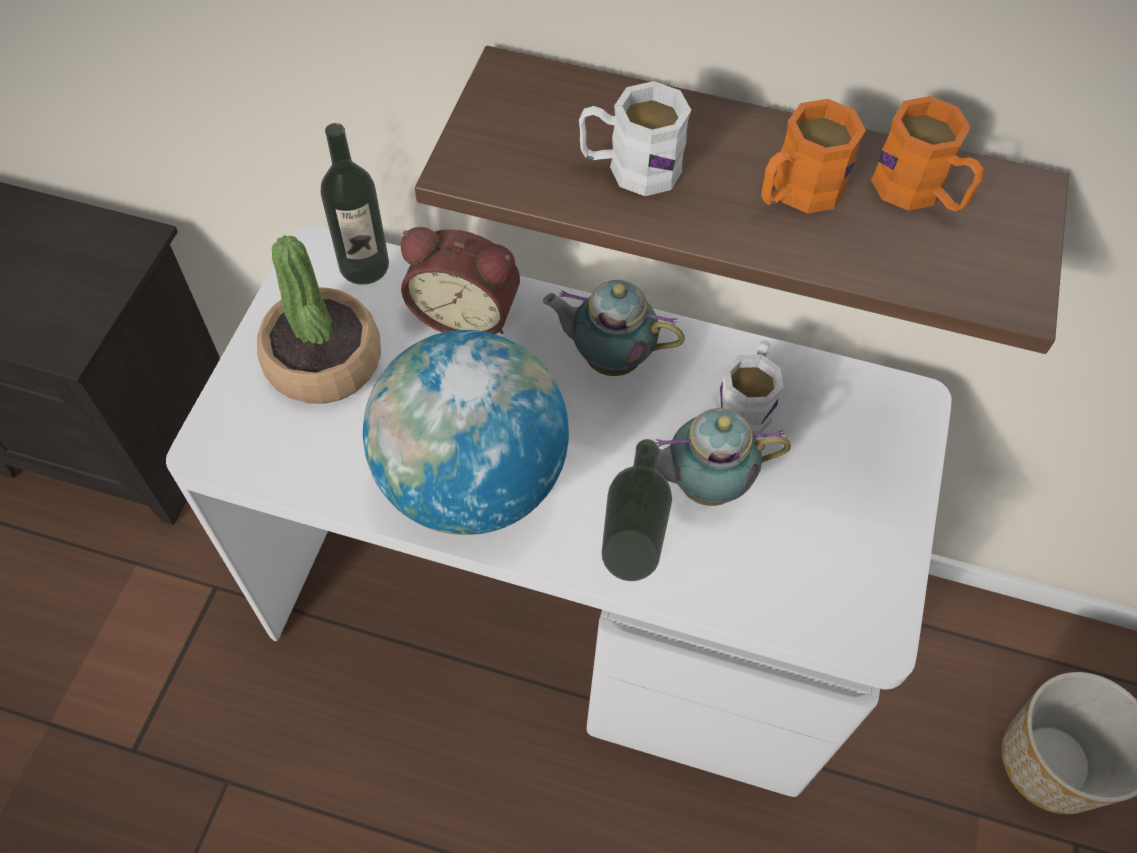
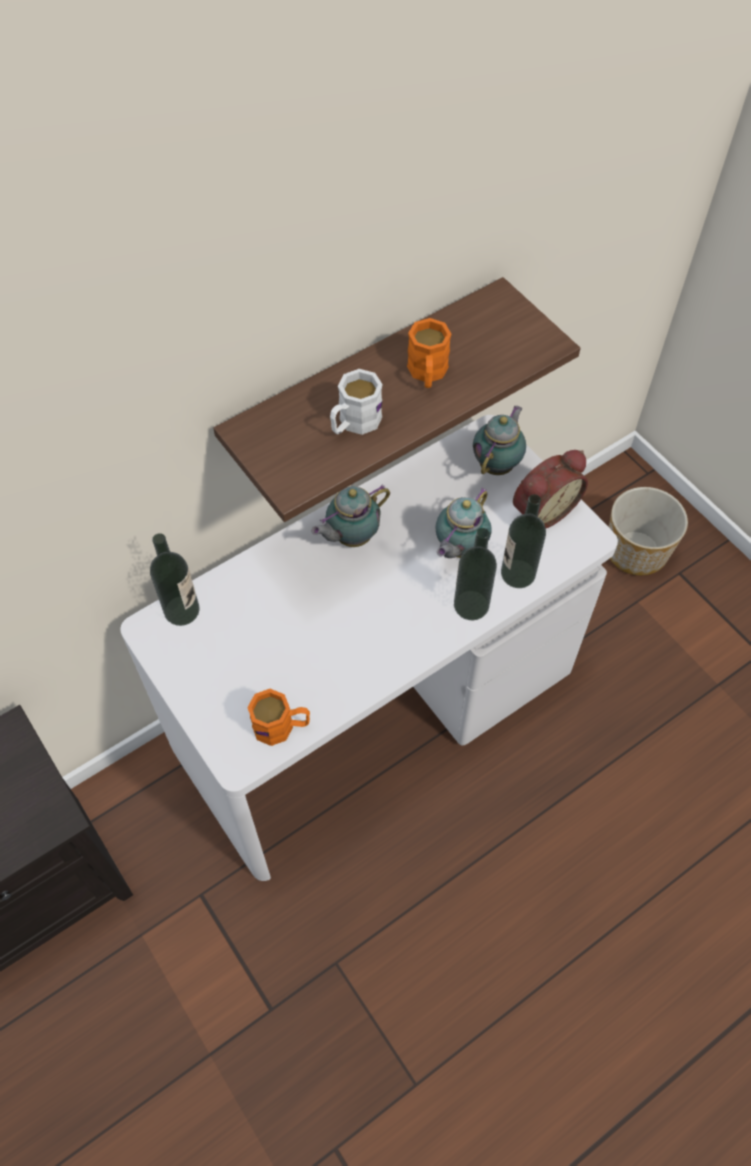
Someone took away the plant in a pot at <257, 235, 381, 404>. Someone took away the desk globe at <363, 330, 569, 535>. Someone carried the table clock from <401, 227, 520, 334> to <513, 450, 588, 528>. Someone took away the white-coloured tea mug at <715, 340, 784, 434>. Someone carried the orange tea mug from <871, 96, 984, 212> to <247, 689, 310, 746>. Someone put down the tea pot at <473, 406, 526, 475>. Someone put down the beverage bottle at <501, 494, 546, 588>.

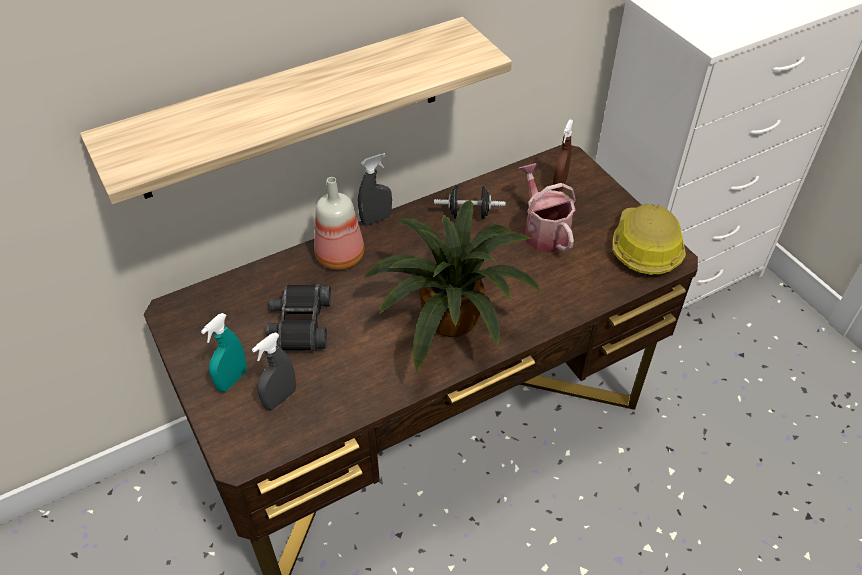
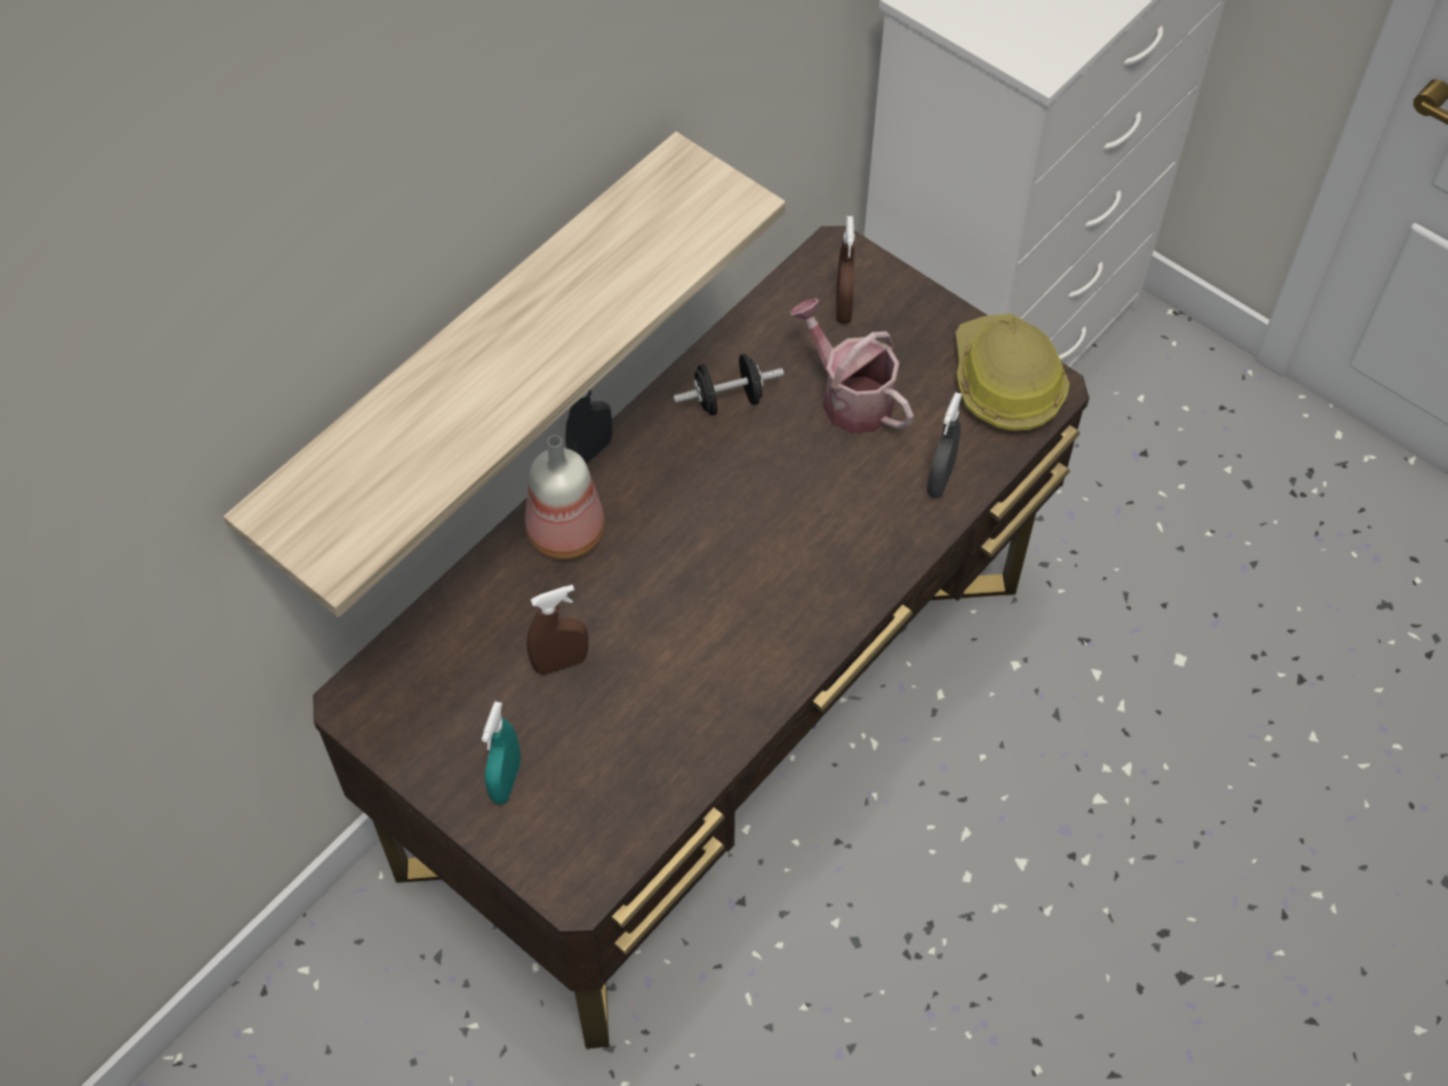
Someone carried the greyish sprayer from <252, 332, 296, 410> to <927, 392, 962, 498>. Someone swapped the black field glasses at <266, 284, 331, 351> for the brownish sprayer at <527, 585, 588, 675>. Someone took away the plant in a pot at <364, 200, 542, 372>.

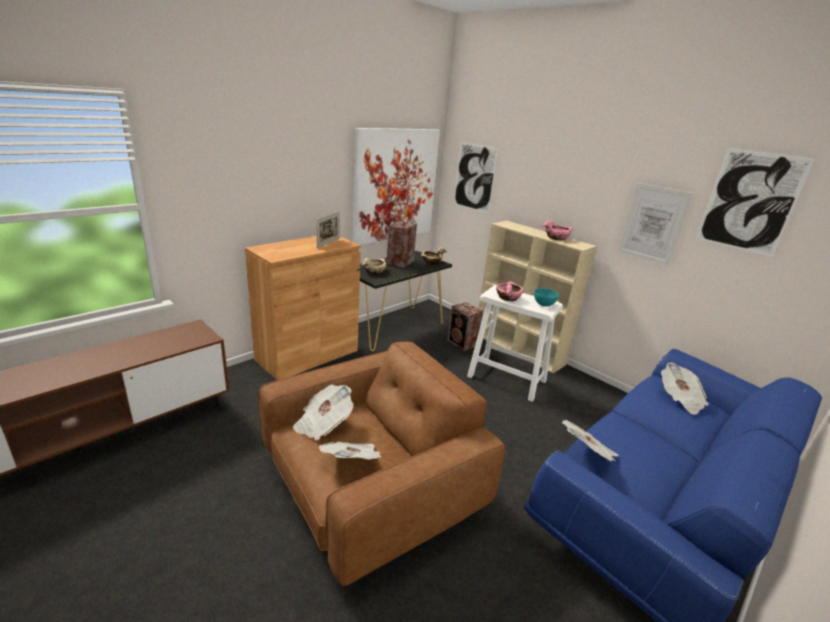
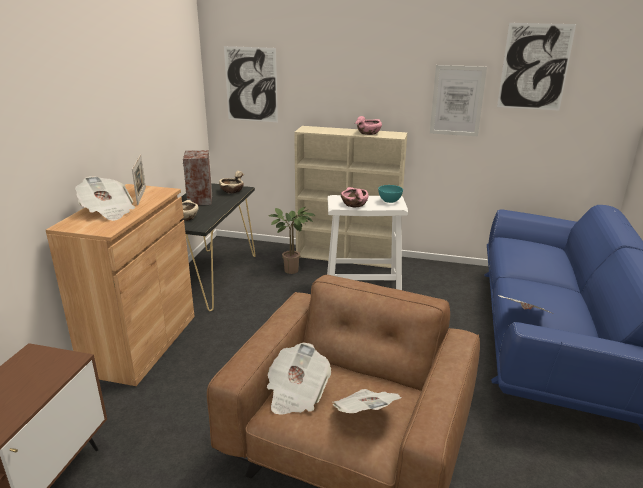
Someone took away the picture at <352, 128, 440, 245>. Someone swapped the speaker at <448, 302, 483, 351> for the plant in a pot at <268, 207, 315, 274>. Someone carried the daily paper from <661, 362, 709, 415> to <75, 176, 135, 221>.

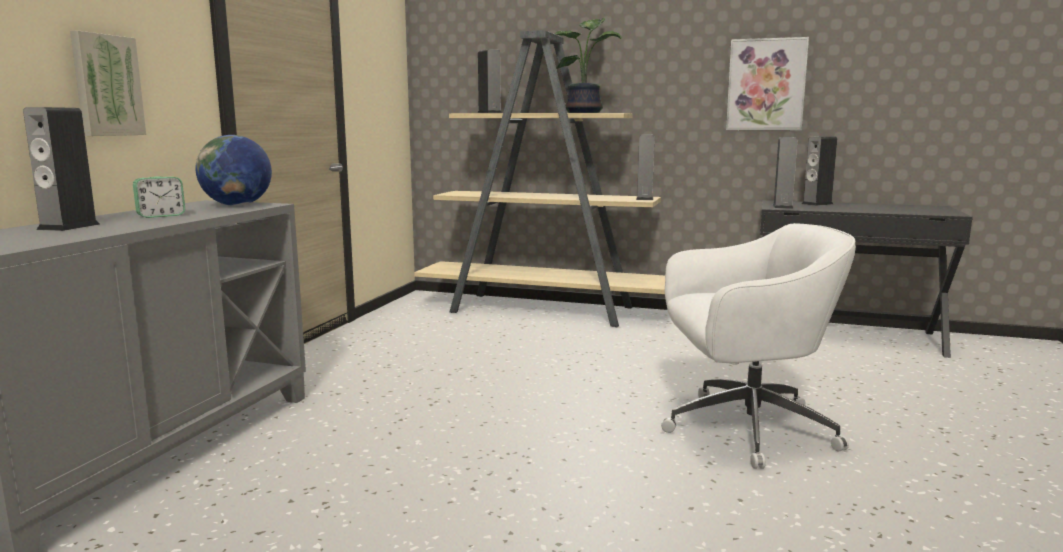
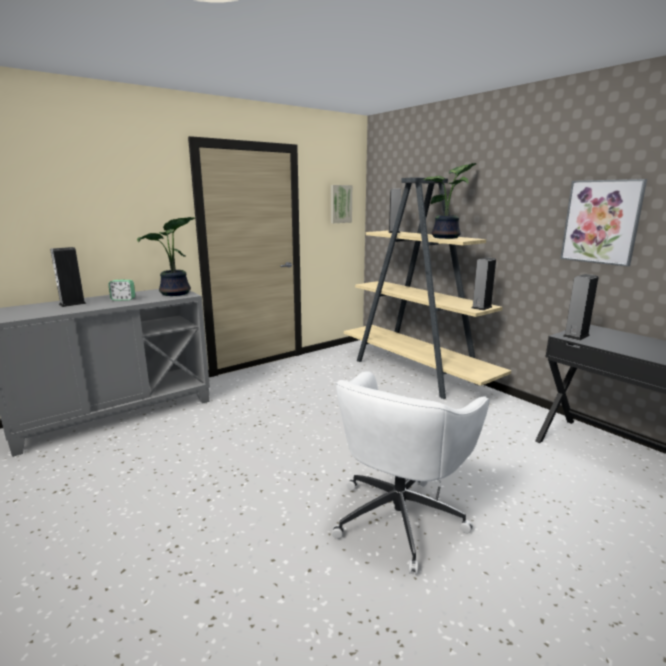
Someone carried the picture from <70, 30, 146, 136> to <331, 185, 352, 223>. Someone swapped the desk globe at <195, 135, 272, 206> for the plant in a pot at <137, 217, 195, 296>. Someone rotated the white-coloured office chair at <661, 223, 856, 469> by 90 degrees clockwise. Someone took away the speaker at <802, 136, 837, 206>.

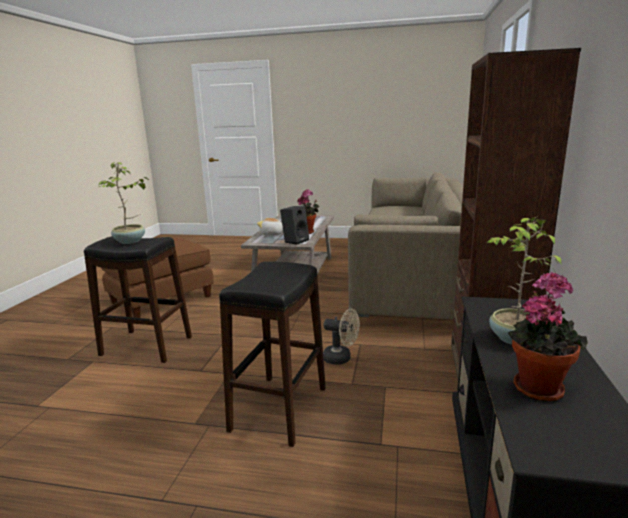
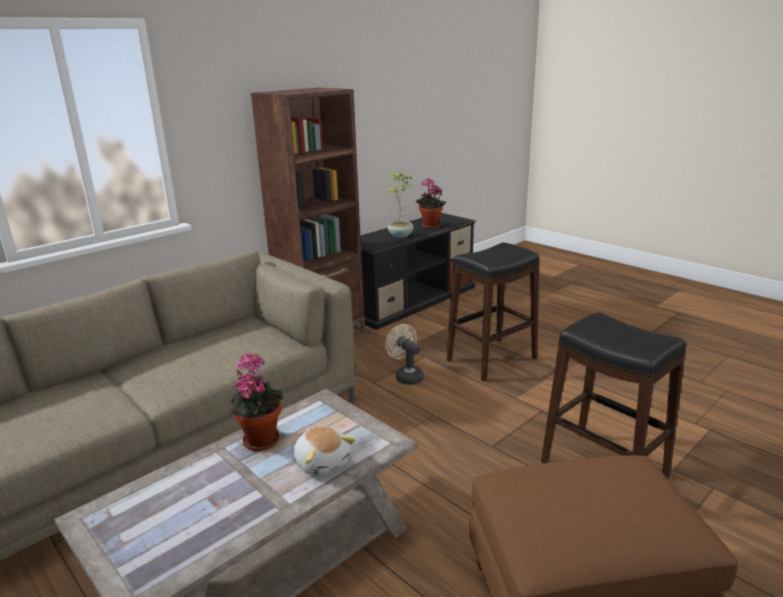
Someone took away the plant in a pot at <98, 162, 149, 244>. Someone took away the black speaker at <280, 206, 309, 245>.

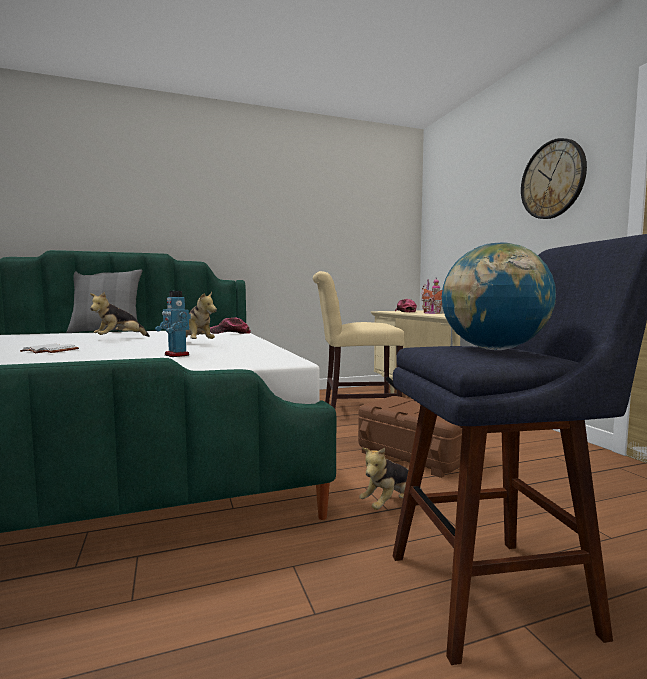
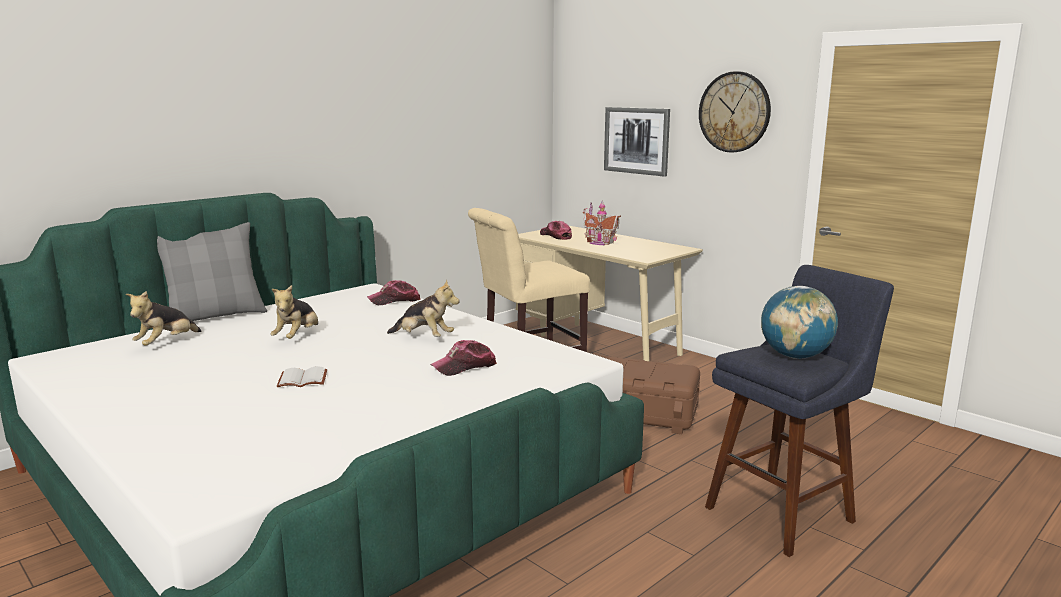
Someone swapped the model robot at <155, 291, 191, 357> for the baseball cap at <430, 340, 497, 376>. Someone carried the soft toy from <359, 448, 422, 510> to <126, 291, 201, 346>. Someone put up the picture at <604, 107, 670, 177>.

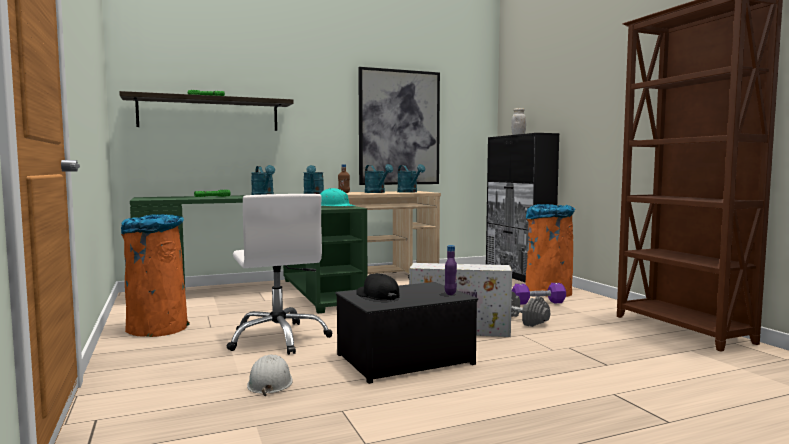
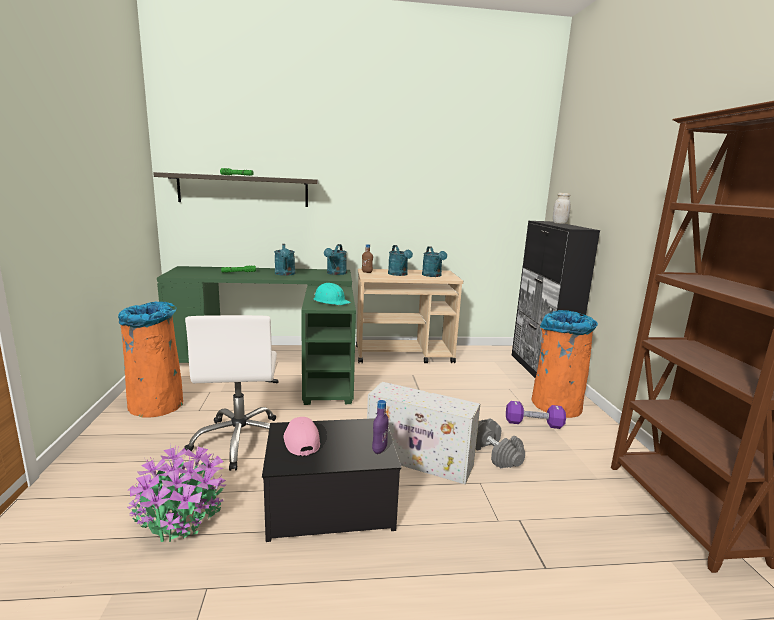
Someone swapped the white-coloured work helmet at <247, 354, 293, 396> for the plant in a pot at <127, 444, 227, 542>. Someone repainted the black baseball cap at <356, 273, 400, 300>, which became the pink-coloured baseball cap at <284, 417, 320, 456>. Someone took away the picture at <358, 67, 440, 185>.

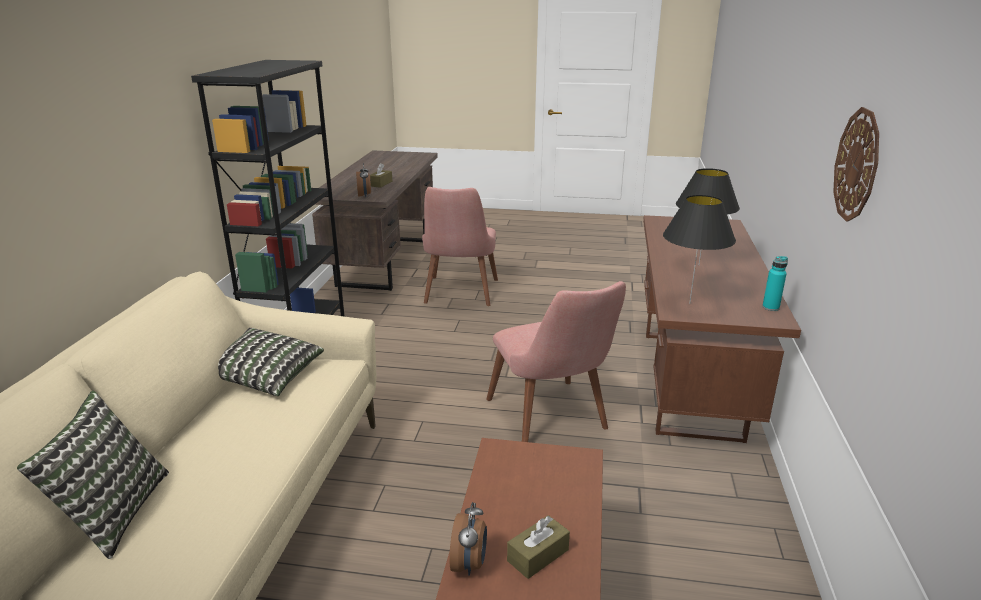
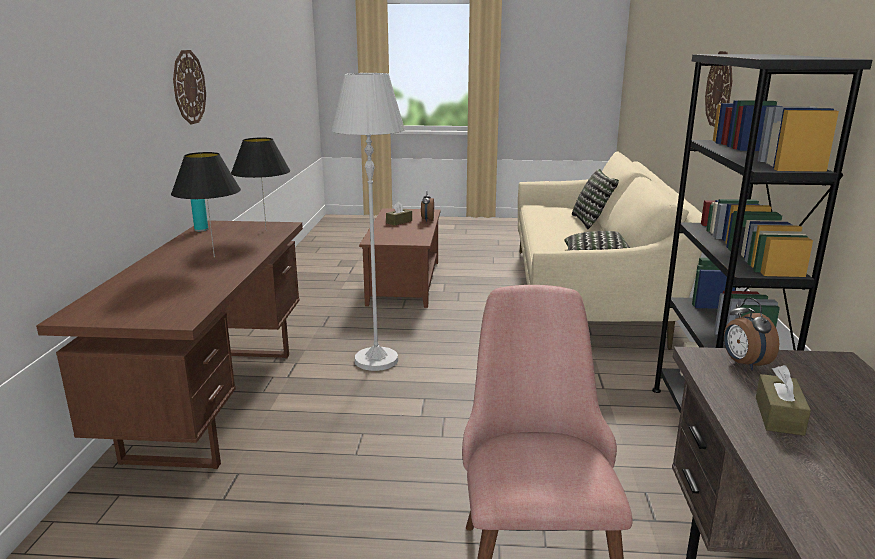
Someone swapped the pink-coloured plain chair at <486, 281, 626, 442> for the white-coloured floor lamp at <332, 73, 405, 371>. Someone put up the clock on the wall at <705, 51, 732, 127>.

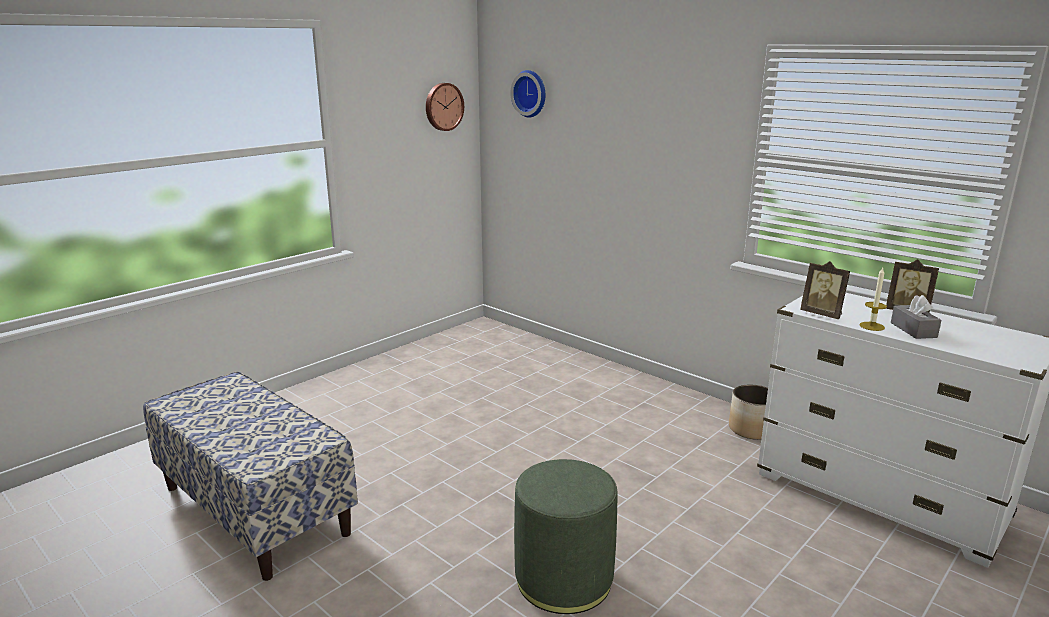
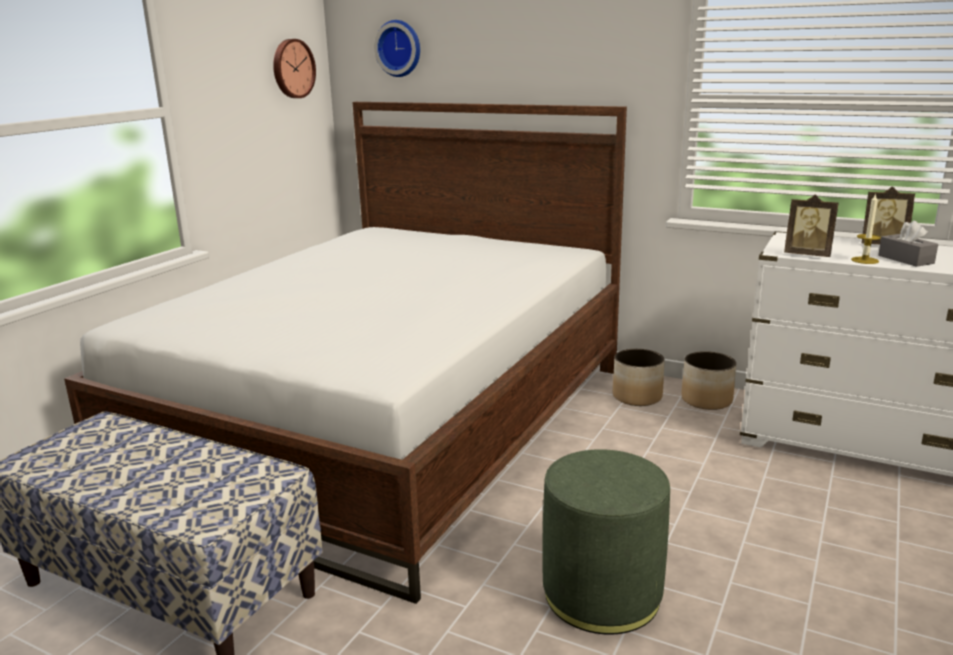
Someone put down the bed at <64, 102, 627, 604>. Someone put down the planter at <613, 349, 665, 406>.

